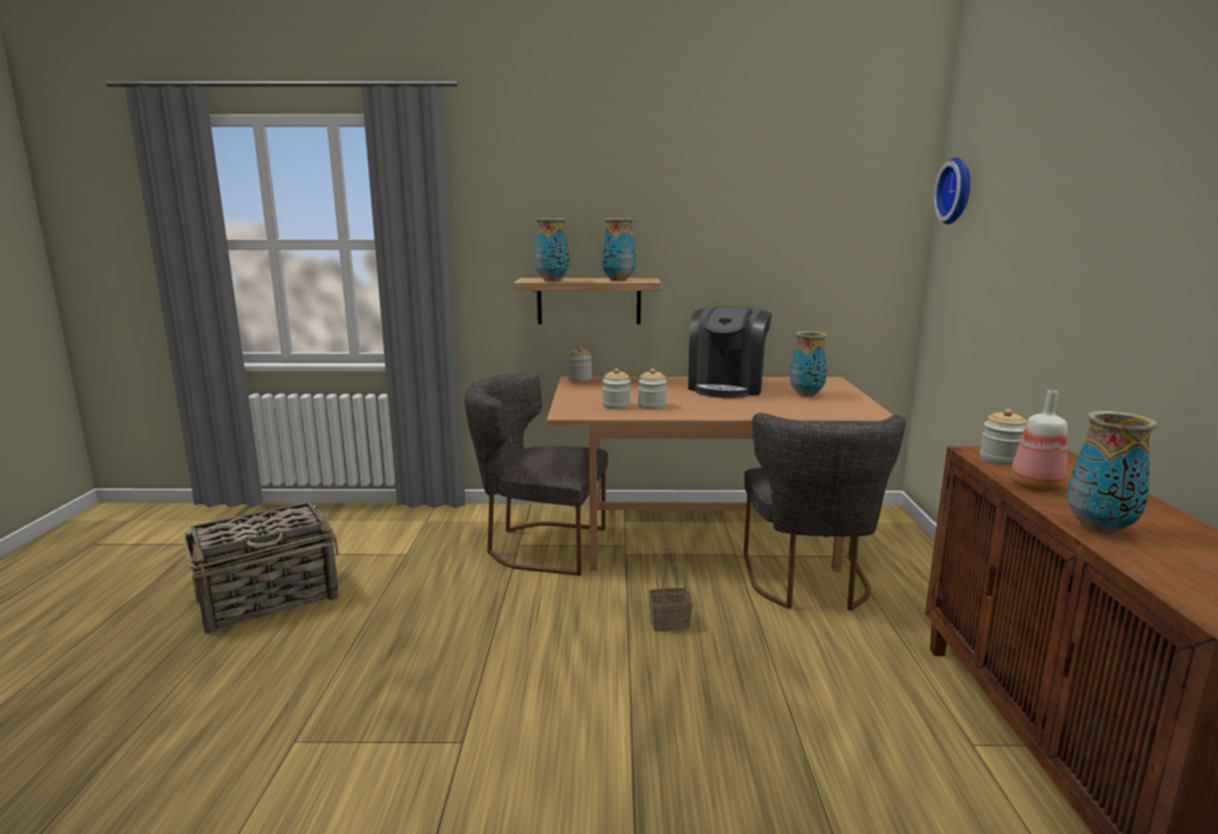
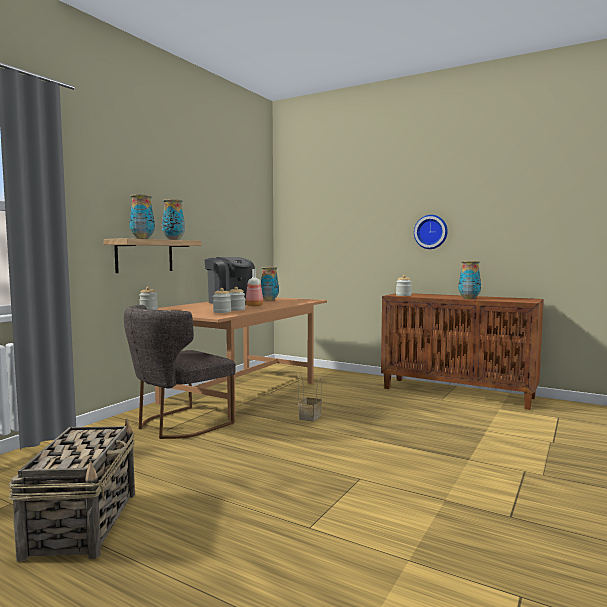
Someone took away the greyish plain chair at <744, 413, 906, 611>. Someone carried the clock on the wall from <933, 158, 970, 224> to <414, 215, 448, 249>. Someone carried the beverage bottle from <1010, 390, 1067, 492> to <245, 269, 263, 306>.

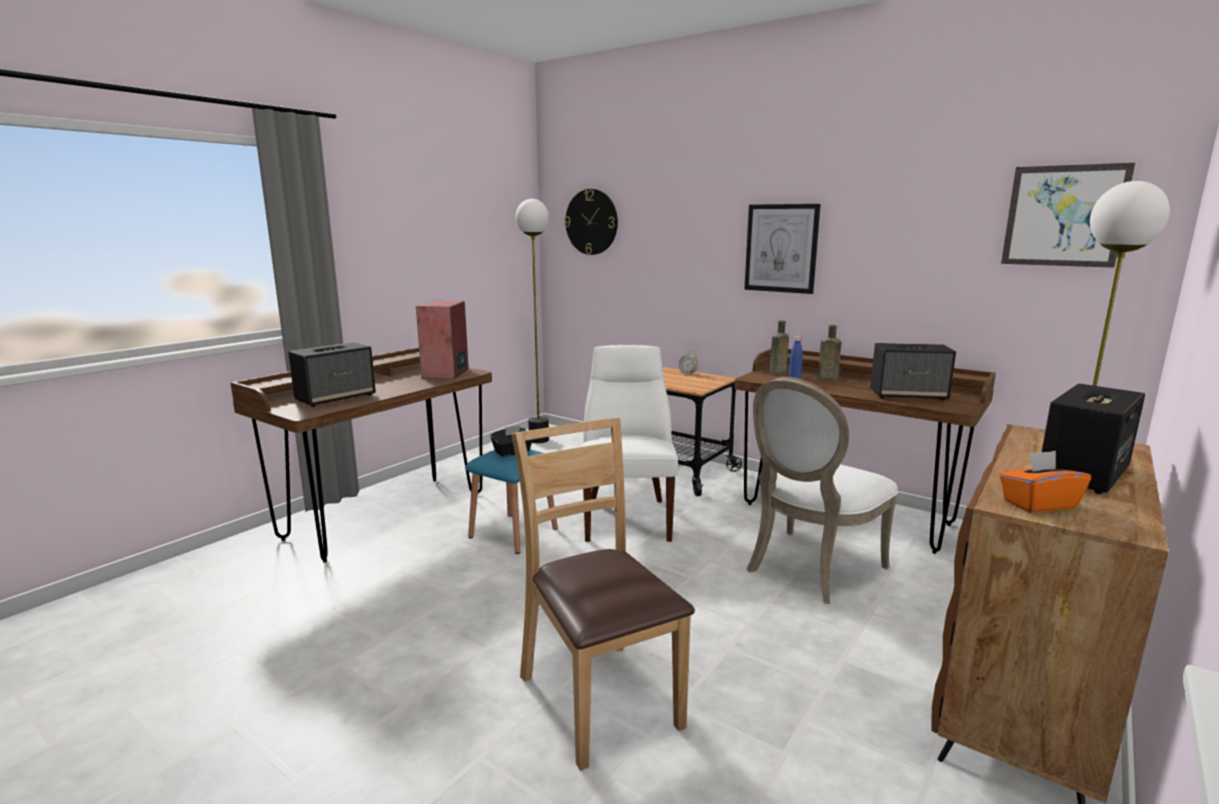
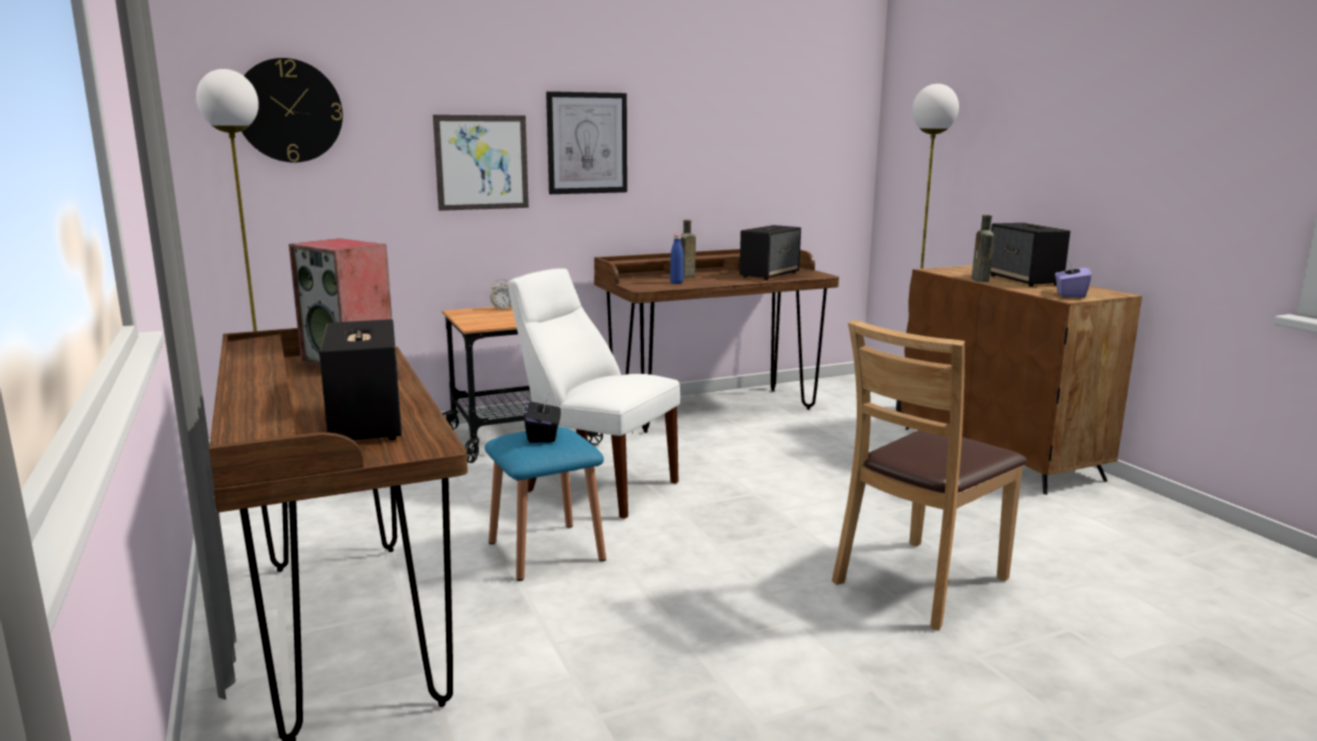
Someone rotated the brownish plain chair at <511, 418, 695, 771> by 45 degrees counterclockwise. Someone took away the white-coloured plain chair at <746, 377, 898, 604>. Someone carried the brownish beverage bottle from <769, 320, 789, 374> to <971, 215, 994, 282>. Someone repainted the orange tissue box at <999, 451, 1091, 513>, which became the purple-coloured tissue box at <1055, 260, 1091, 298>. Someone carried the picture from <1001, 163, 1135, 268> to <433, 115, 529, 211>.

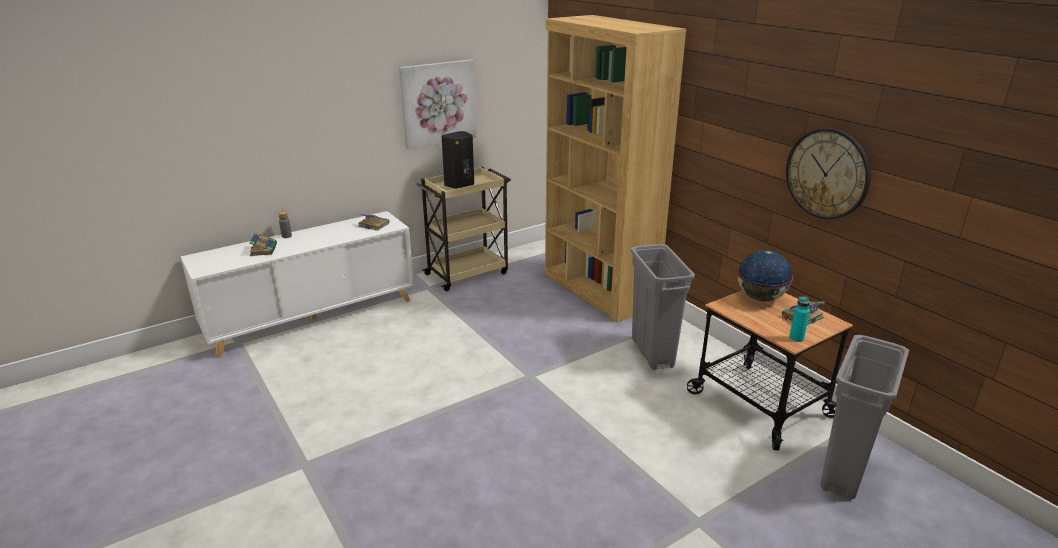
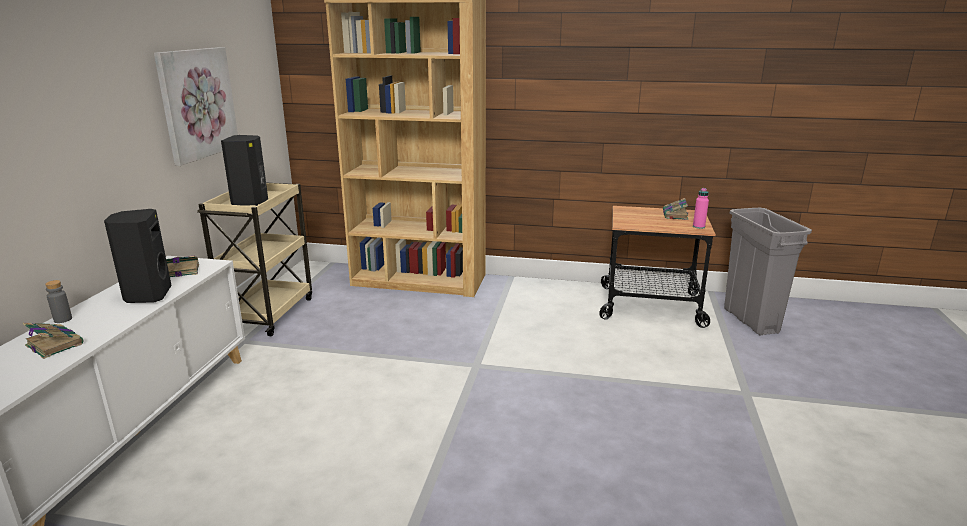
Someone took away the greyish rubbish bin at <630, 244, 695, 370>. Someone took away the desk globe at <737, 250, 793, 301>. Someone took away the clock on the wall at <786, 128, 871, 219>. Someone repainted the turquoise beverage bottle at <789, 296, 810, 342>, which became the pink-coloured beverage bottle at <693, 188, 709, 229>. Someone put down the black speaker at <104, 209, 172, 303>.

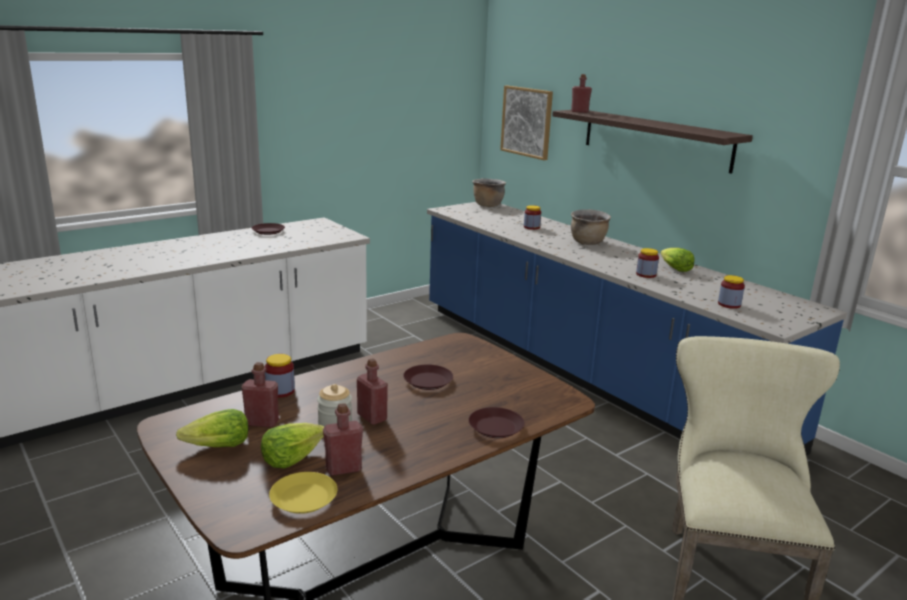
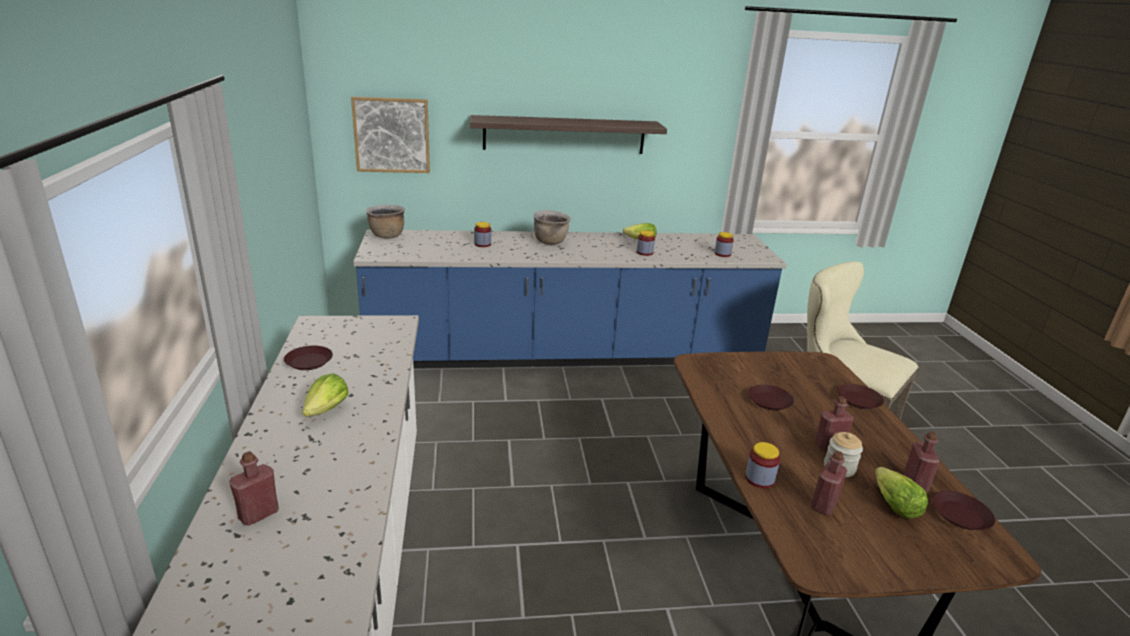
Someone carried the lettuce head from <176, 409, 248, 447> to <302, 373, 349, 417>. Someone repainted the yellow-coloured flat dish at <269, 472, 337, 514>, which became the brownish flat dish at <932, 491, 995, 530>. Someone carried the reddish beverage bottle from <571, 74, 592, 113> to <230, 451, 279, 526>.

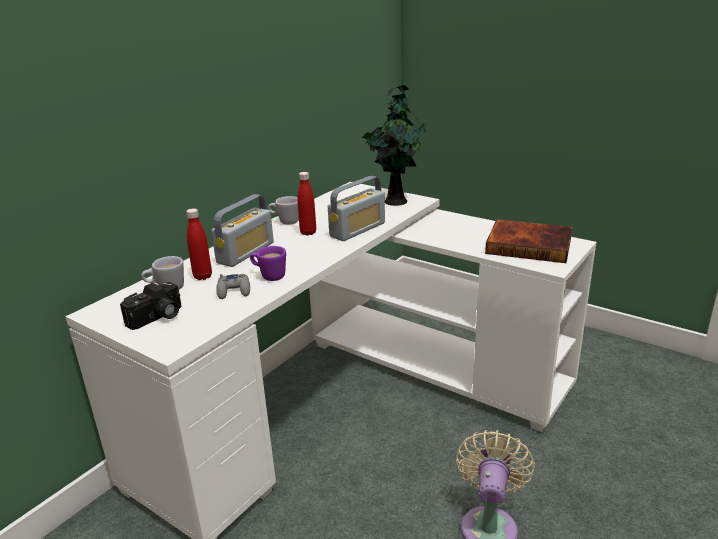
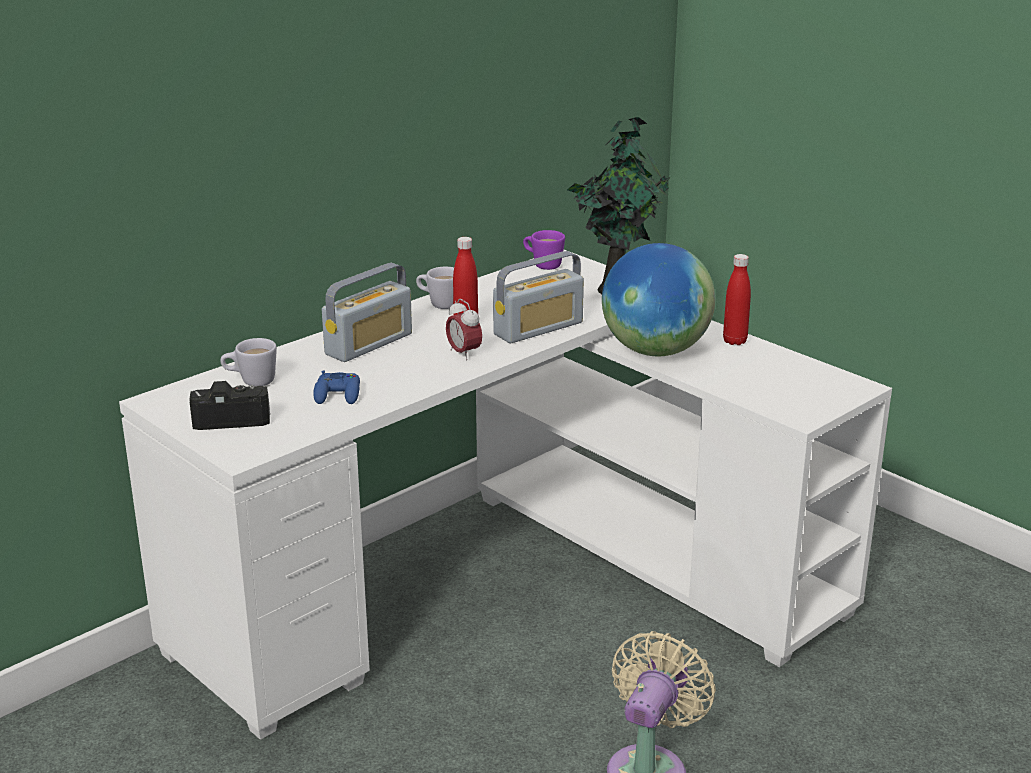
Someone rotated the still camera at <120, 282, 182, 330> by 150 degrees counterclockwise. Someone carried the reddish beverage bottle from <186, 208, 212, 280> to <723, 254, 751, 345>. Someone repainted the greyish joypad at <216, 274, 250, 299>, which became the bluish joypad at <313, 370, 360, 404>. Someone carried the purple-coloured tea mug from <250, 246, 286, 281> to <523, 230, 565, 270>. Someone took away the volume at <485, 219, 572, 263>. Someone put down the table clock at <446, 299, 482, 360>. Someone put down the desk globe at <602, 243, 715, 356>.

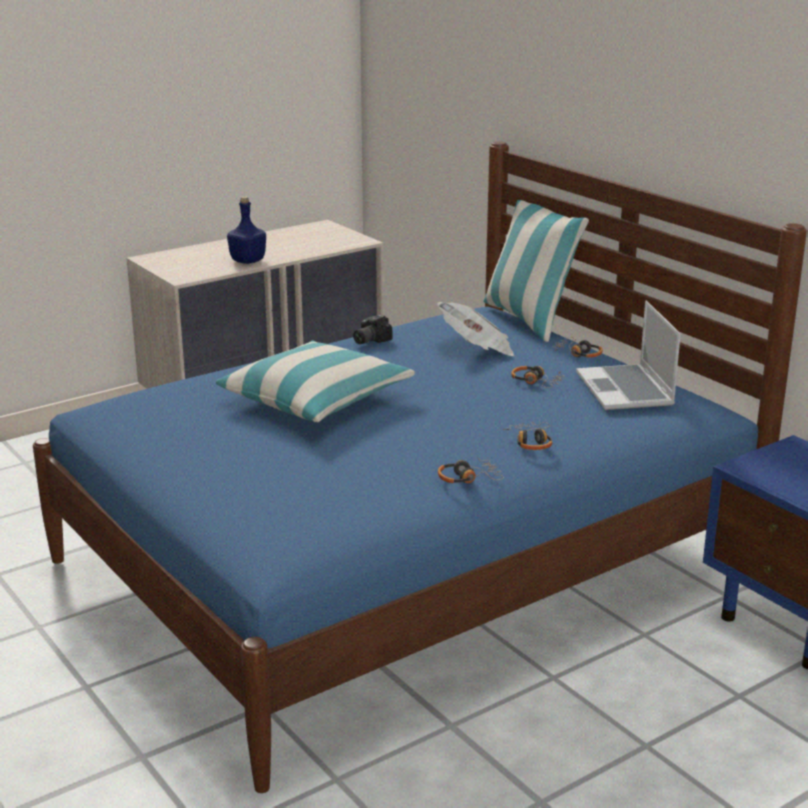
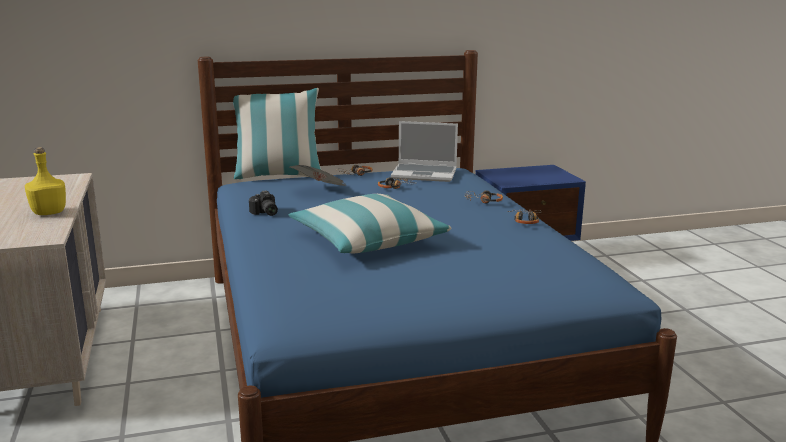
Someone repainted the bluish beverage bottle at <227, 197, 266, 264>, which became the yellow-coloured beverage bottle at <25, 147, 66, 215>.

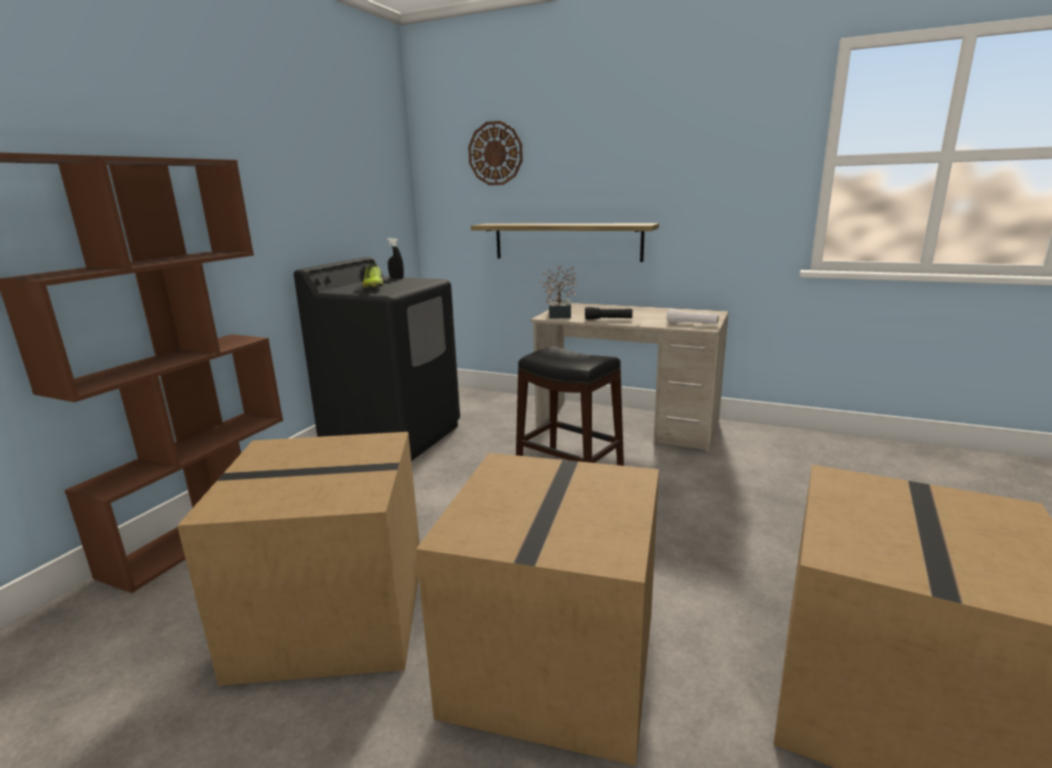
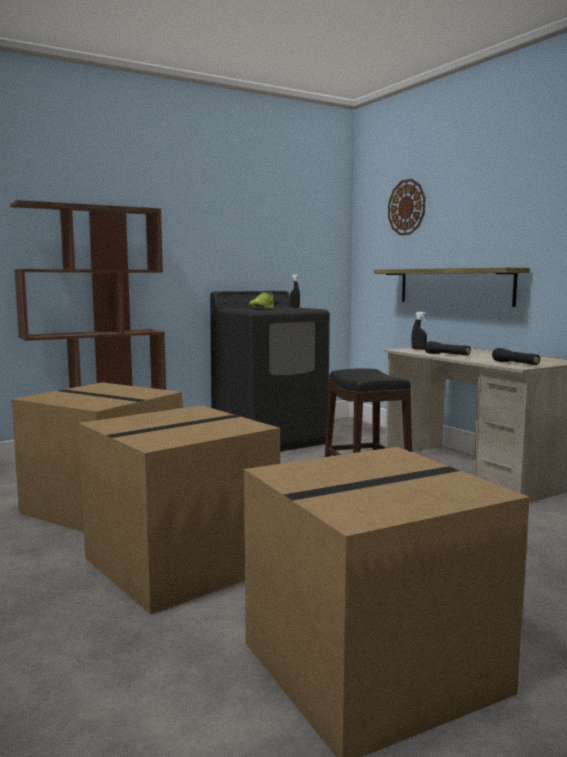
Someone swapped the plant in a pot at <540, 265, 577, 319> for the black sprayer at <411, 312, 427, 350>. Someone repainted the white-coloured hand torch at <666, 309, 719, 324>, which became the black hand torch at <492, 348, 540, 365>.

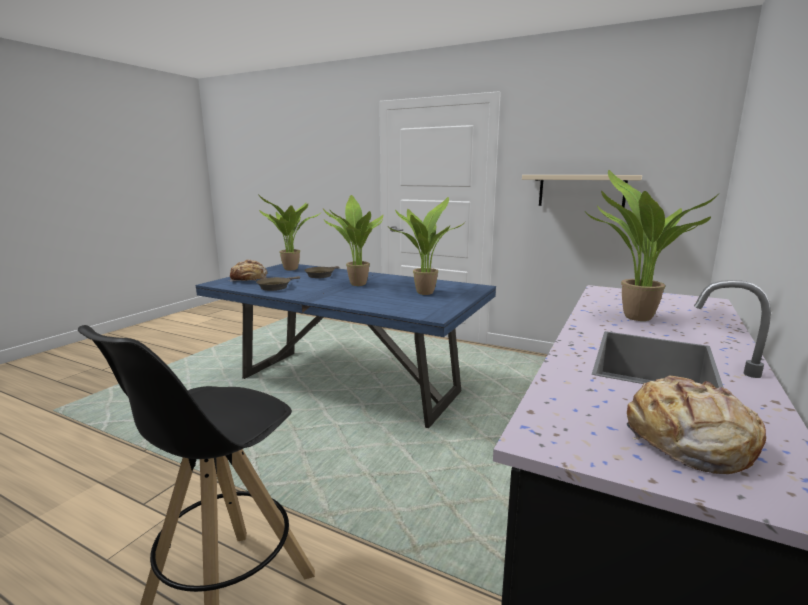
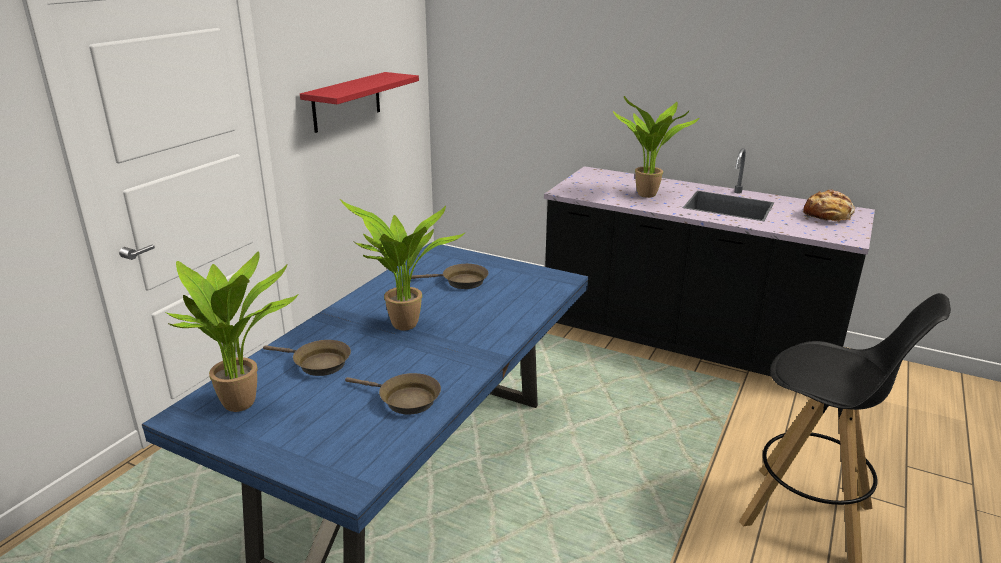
Someone took away the baked bread at <230, 259, 267, 281>. Someone swapped the plant in a pot at <388, 197, 464, 295> for the brownish frying pan at <411, 264, 488, 289>. Someone repainted the beige-coloured bracket shelf at <522, 175, 642, 208>, which became the reddish bracket shelf at <300, 72, 419, 133>.

